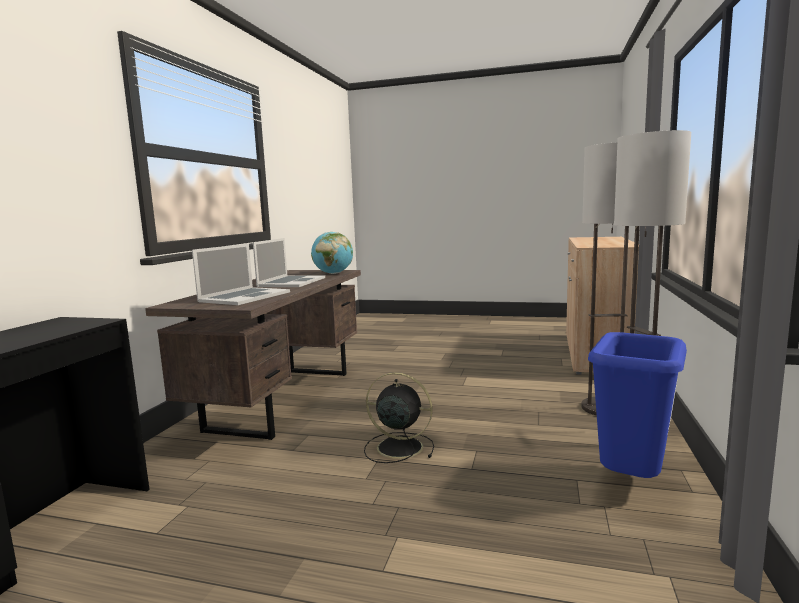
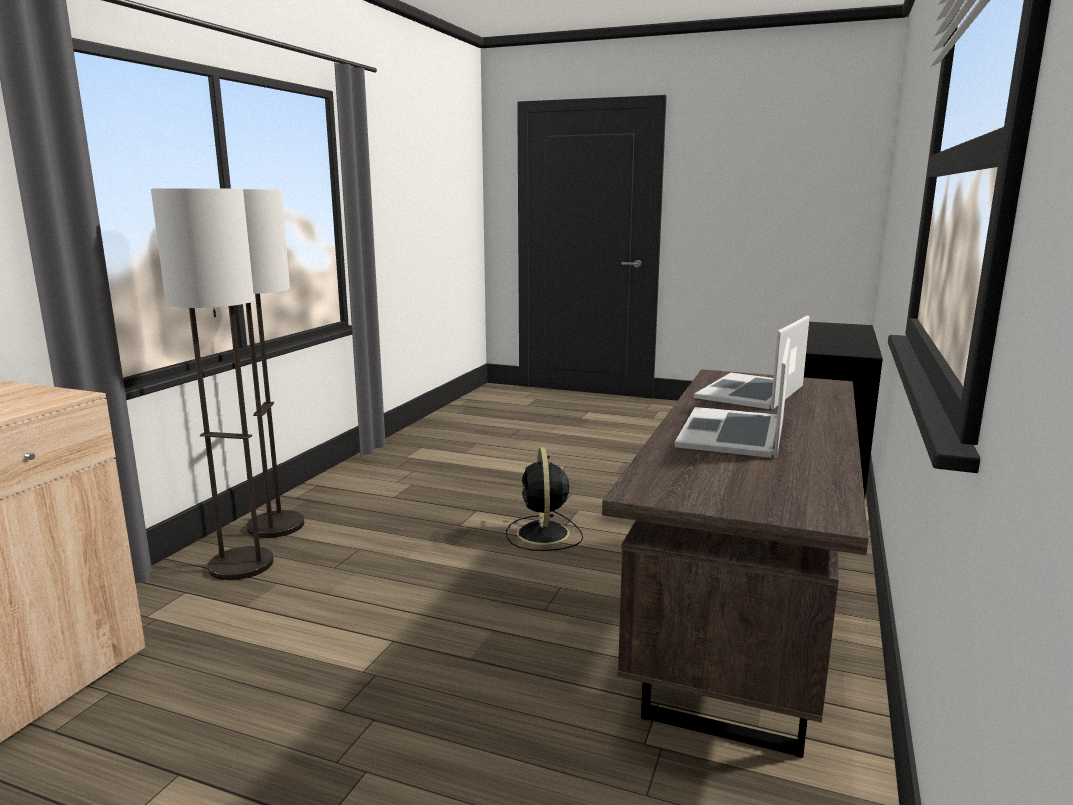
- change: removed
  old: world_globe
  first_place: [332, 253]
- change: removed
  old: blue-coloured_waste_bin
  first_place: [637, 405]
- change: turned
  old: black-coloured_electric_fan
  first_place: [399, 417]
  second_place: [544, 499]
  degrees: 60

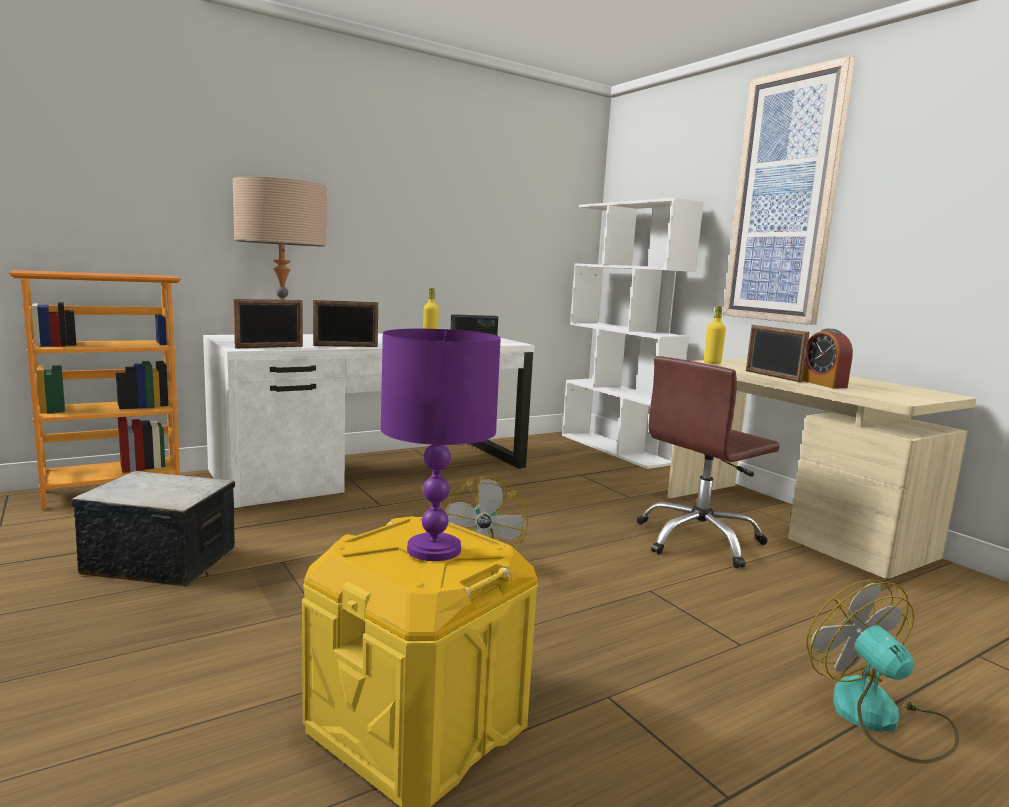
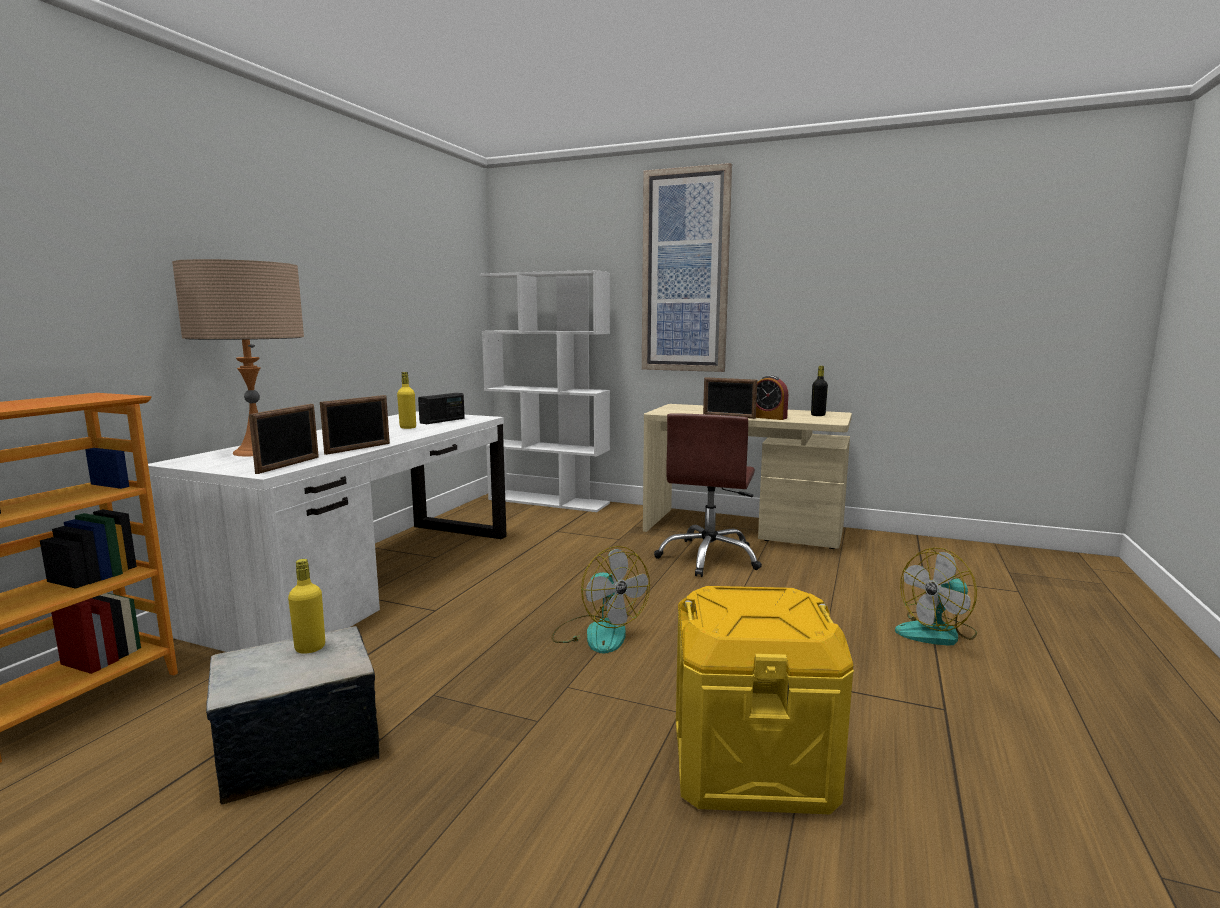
- change: moved
  old: yellowish_beverage_bottle
  first_place: [715, 335]
  second_place: [306, 606]
- change: removed
  old: purplish_tabletop_lamp
  first_place: [440, 445]
- change: turned
  old: electric_fan
  first_place: [882, 671]
  second_place: [936, 597]
  degrees: -60
- change: added
  new: black-coloured_beverage_bottle
  second_place: [819, 391]

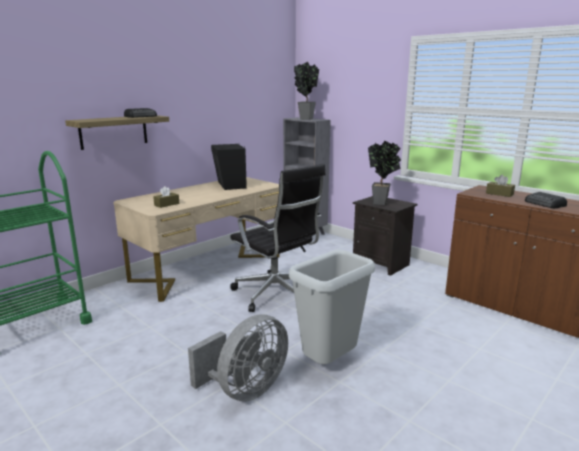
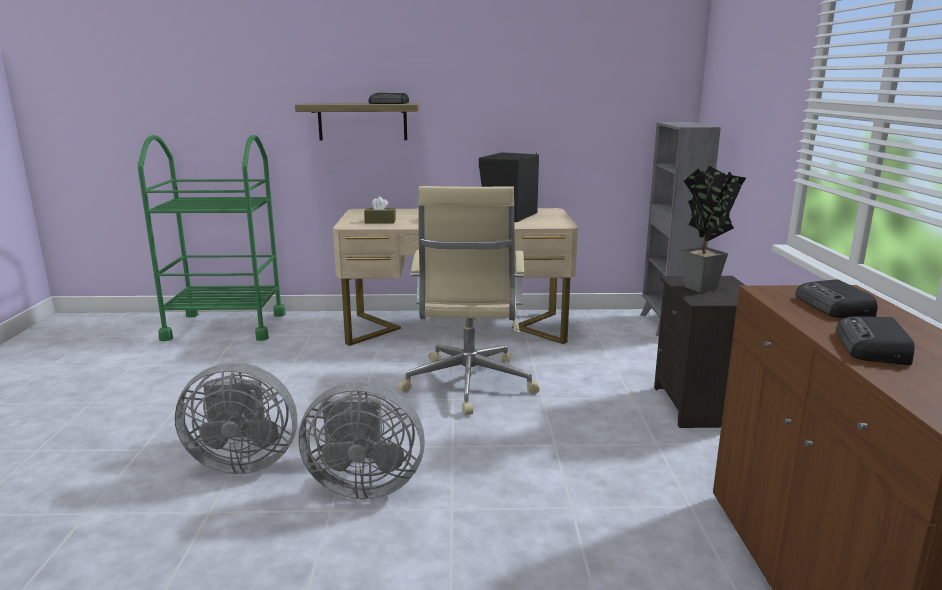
- change: removed
  old: plant_in_a_pot
  first_place: [306, 91]
- change: recoloured
  old: black-coloured_desk_chair
  new: sand-coloured_desk_chair
  first_place: [278, 238]
  second_place: [469, 300]
- change: replaced
  old: brownish_box_of_tissues
  new: radio
  first_place: [500, 186]
  second_place: [836, 298]
- change: replaced
  old: greyish_waste_bin
  new: greyish_electric_fan
  first_place: [332, 307]
  second_place: [362, 440]

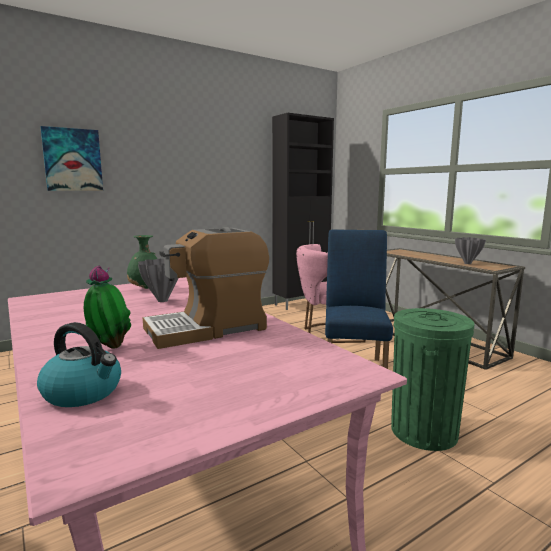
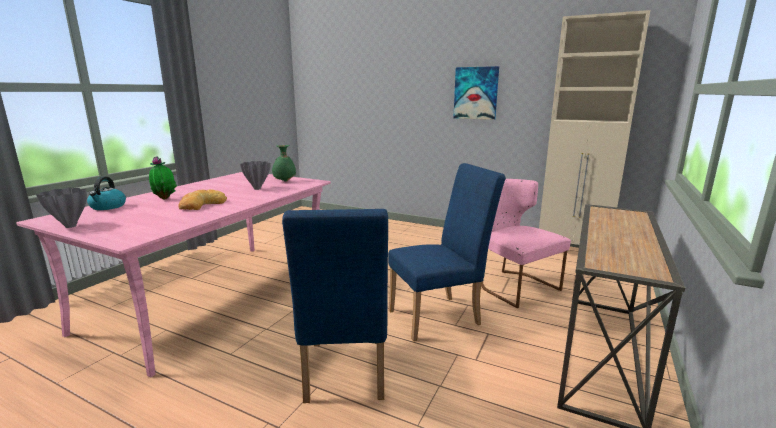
- change: recoloured
  old: black-coloured_cabinet
  new: sand-coloured_cabinet
  first_place: [303, 211]
  second_place: [594, 127]
- change: moved
  old: picture
  first_place: [71, 158]
  second_place: [476, 93]
- change: replaced
  old: coffee_maker
  new: bakery_bread
  first_place: [206, 288]
  second_place: [203, 199]
- change: moved
  old: greyish_vase
  first_place: [470, 250]
  second_place: [61, 207]
- change: replaced
  old: green_waste_bin
  new: blue-coloured_upright_chair
  first_place: [433, 379]
  second_place: [335, 306]

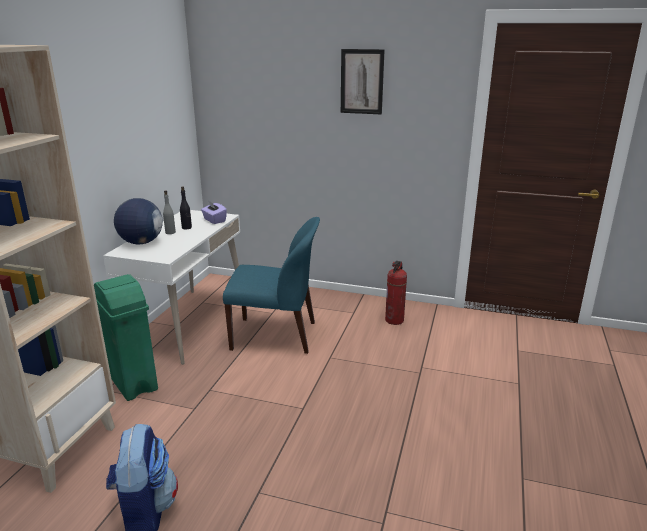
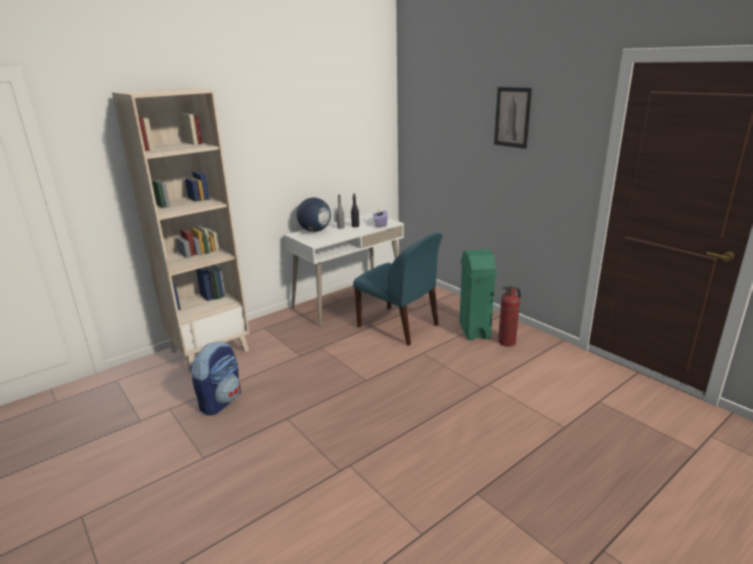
- change: moved
  old: green_waste_bin
  first_place: [126, 337]
  second_place: [478, 294]

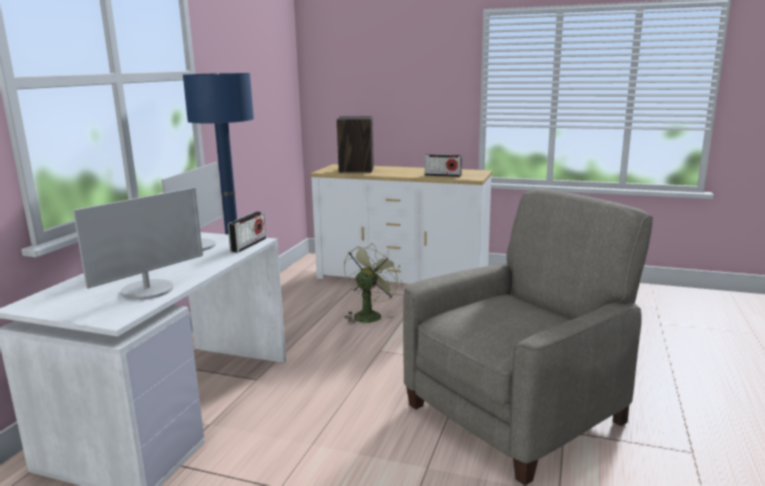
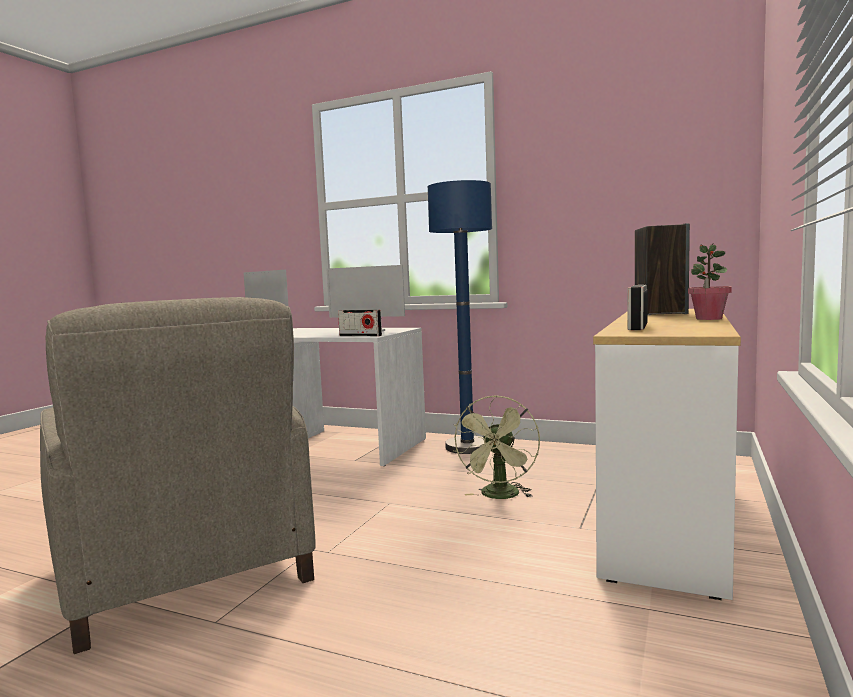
- change: turned
  old: green_electric_fan
  first_place: [373, 284]
  second_place: [496, 447]
  degrees: 75
- change: added
  new: plant_in_a_pot
  second_place: [710, 281]

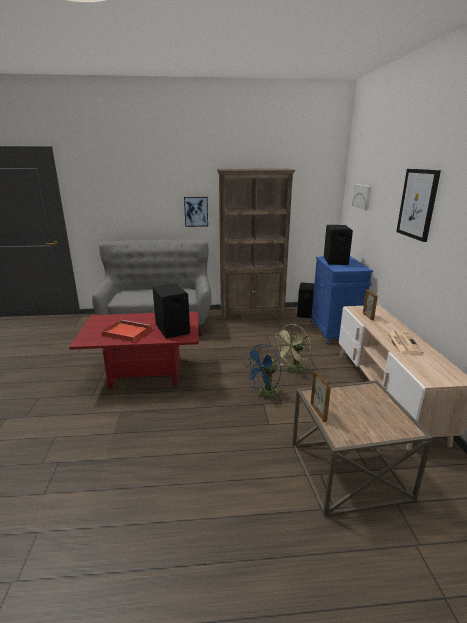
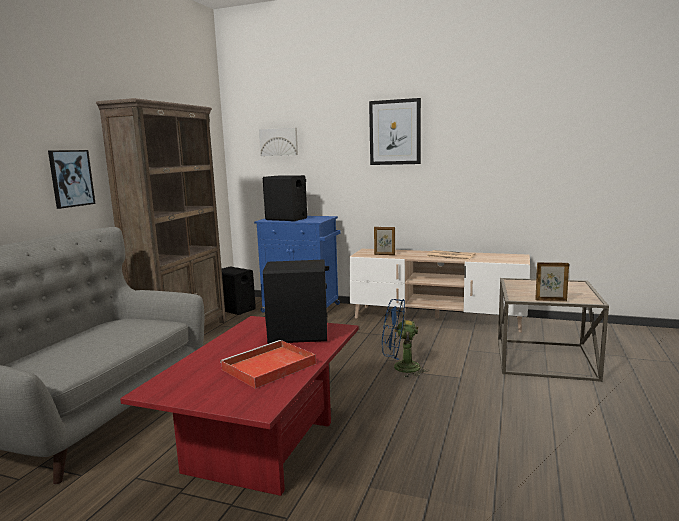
- change: removed
  old: green_electric_fan
  first_place: [292, 349]
- change: turned
  old: blue-coloured_electric_fan
  first_place: [264, 372]
  second_place: [405, 338]
  degrees: 105

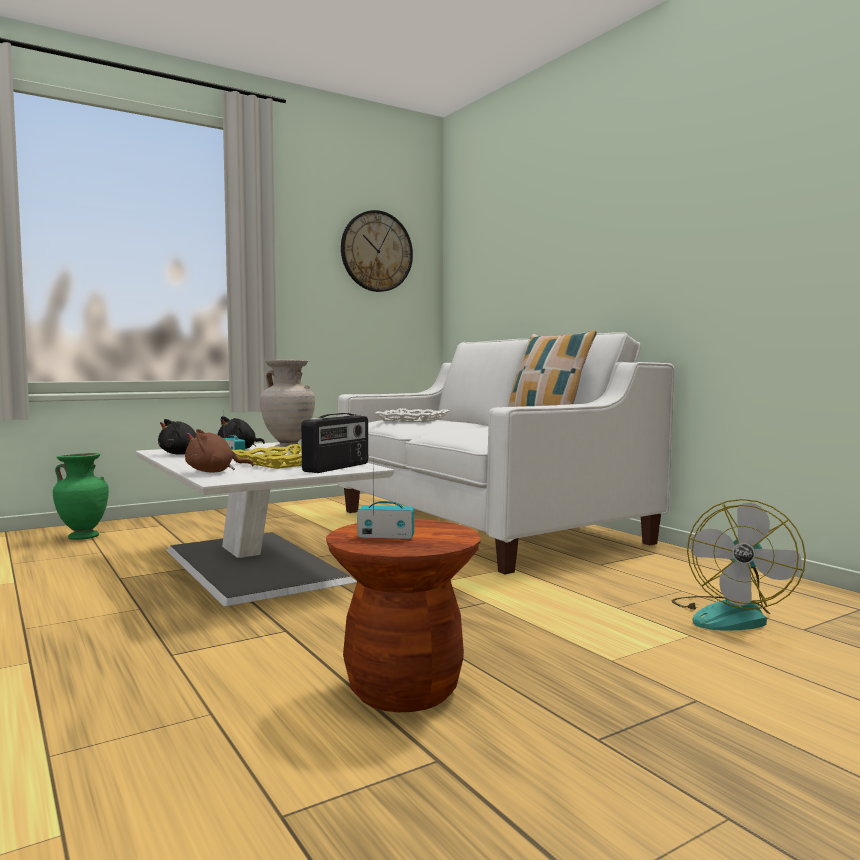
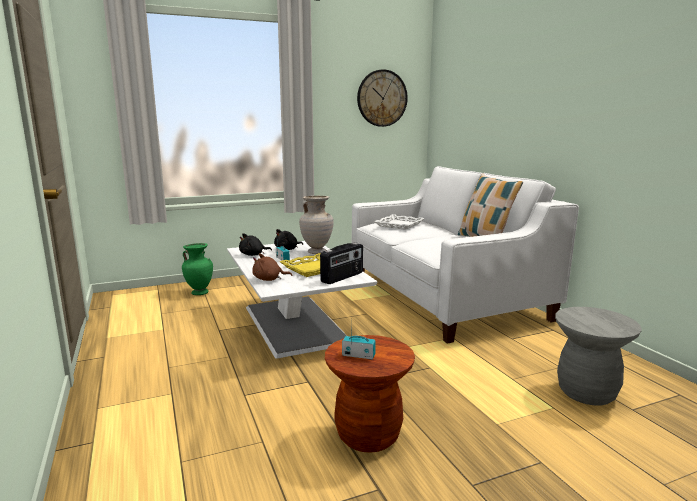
- change: replaced
  old: electric_fan
  new: greyish_stool
  first_place: [739, 565]
  second_place: [598, 356]

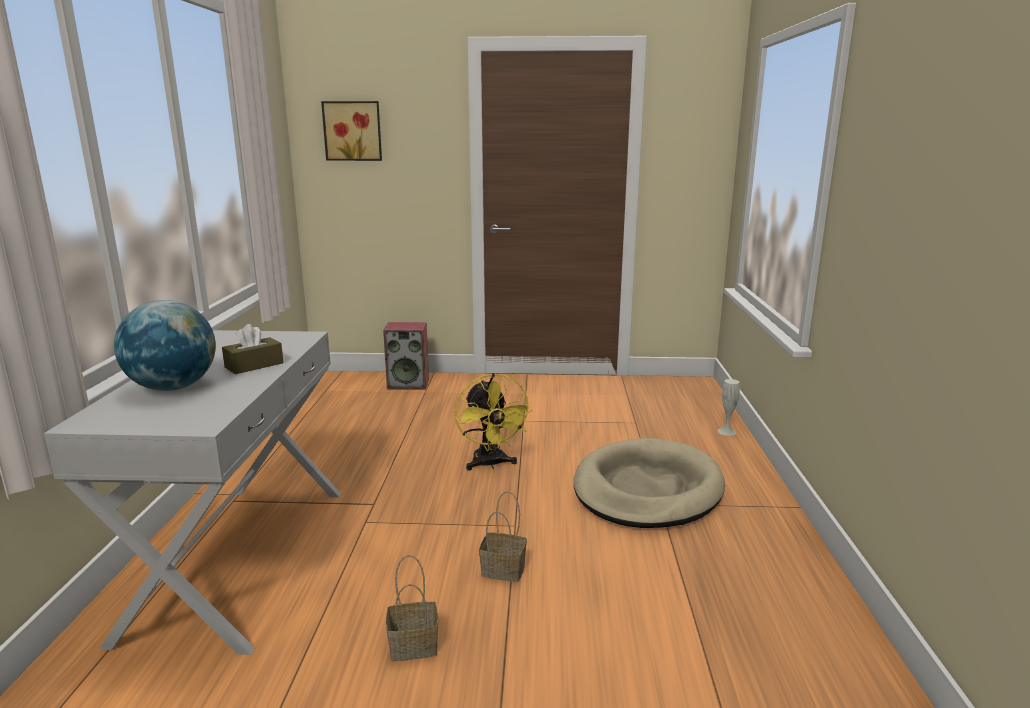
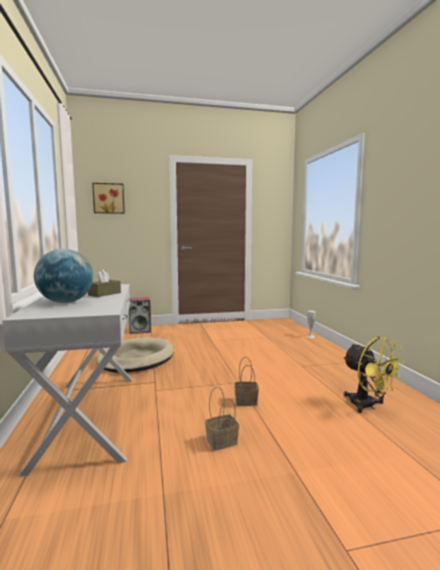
- change: moved
  old: yellowish_electric_fan
  first_place: [494, 421]
  second_place: [373, 374]
- change: moved
  old: sand-coloured_pet_bed
  first_place: [649, 483]
  second_place: [135, 355]

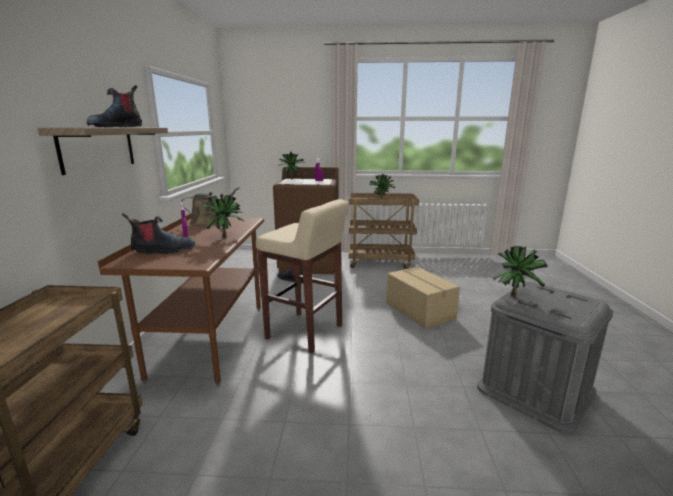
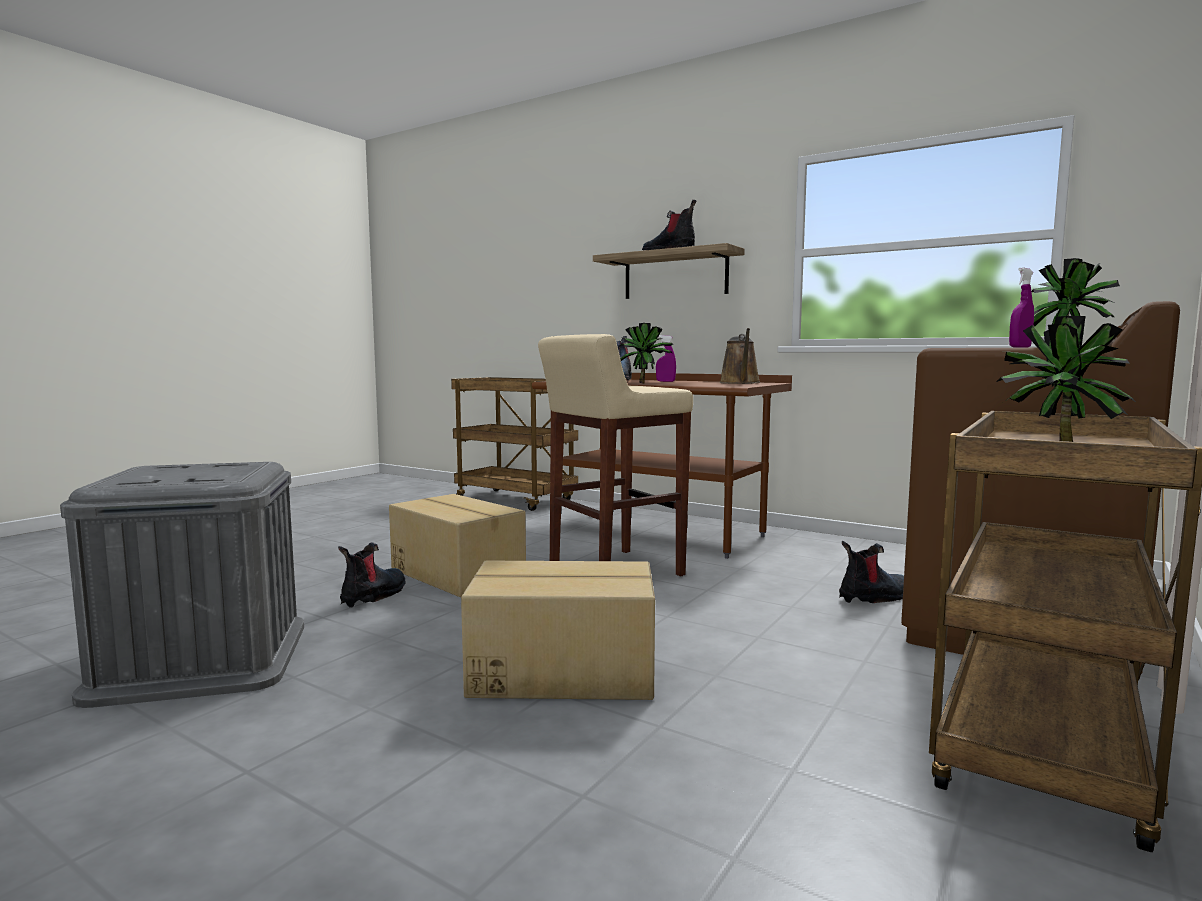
- change: removed
  old: plant_in_a_pot
  first_place: [520, 271]
- change: added
  new: packing_box
  second_place: [457, 545]
- change: added
  new: tall_boot
  second_place: [371, 575]

